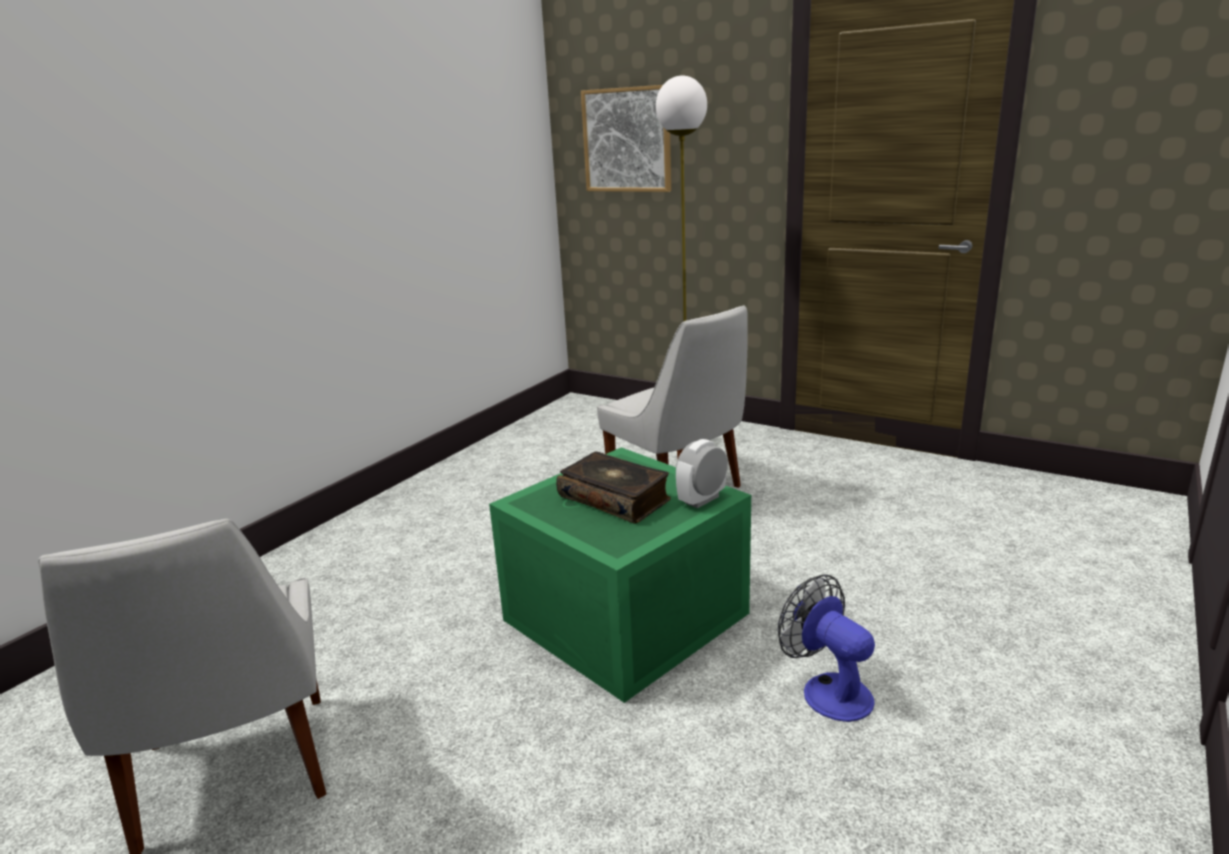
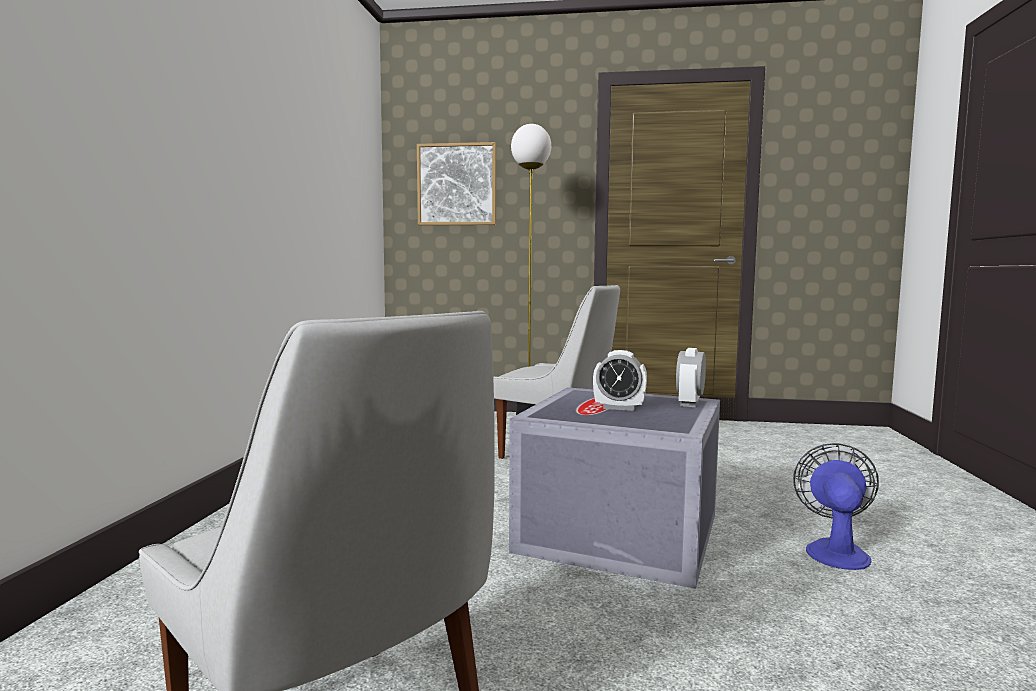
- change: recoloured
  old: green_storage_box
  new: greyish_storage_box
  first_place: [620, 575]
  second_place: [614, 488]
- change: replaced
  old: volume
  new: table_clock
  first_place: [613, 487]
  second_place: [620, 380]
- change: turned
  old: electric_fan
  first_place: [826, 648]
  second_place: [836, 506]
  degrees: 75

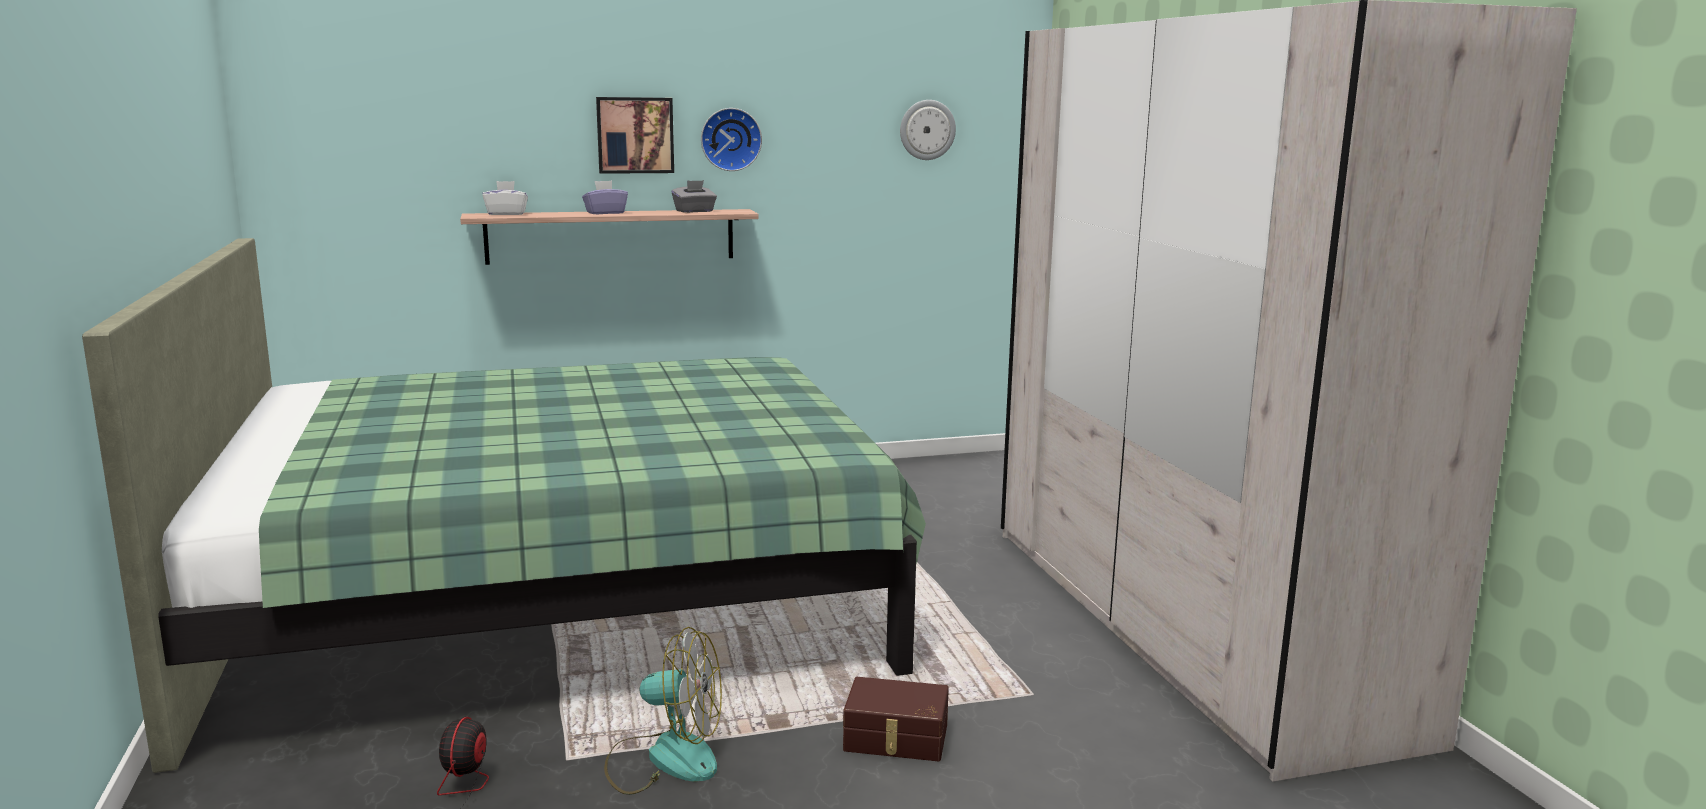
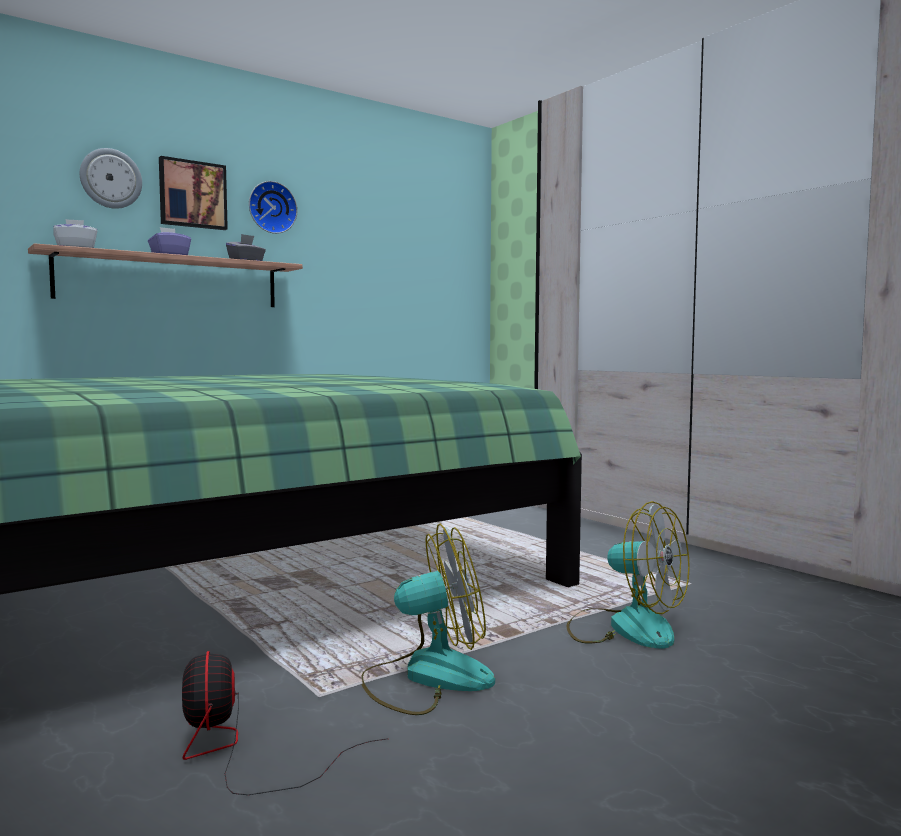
- change: moved
  old: wall_clock
  first_place: [928, 130]
  second_place: [111, 178]
- change: replaced
  old: brownish_storage_box
  new: electric_fan
  first_place: [896, 719]
  second_place: [628, 575]

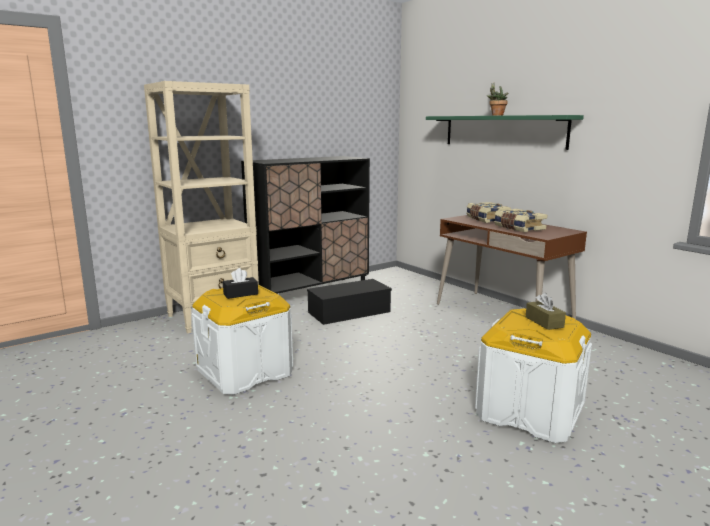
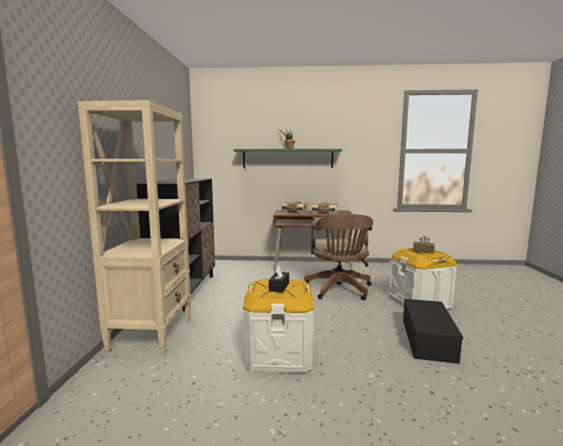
- change: moved
  old: black-coloured_storage_box
  first_place: [349, 302]
  second_place: [433, 331]
- change: added
  new: brownish_desk_chair
  second_place: [338, 257]

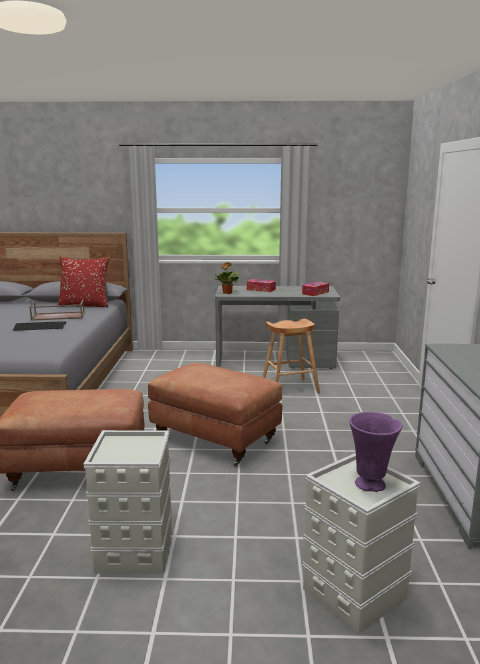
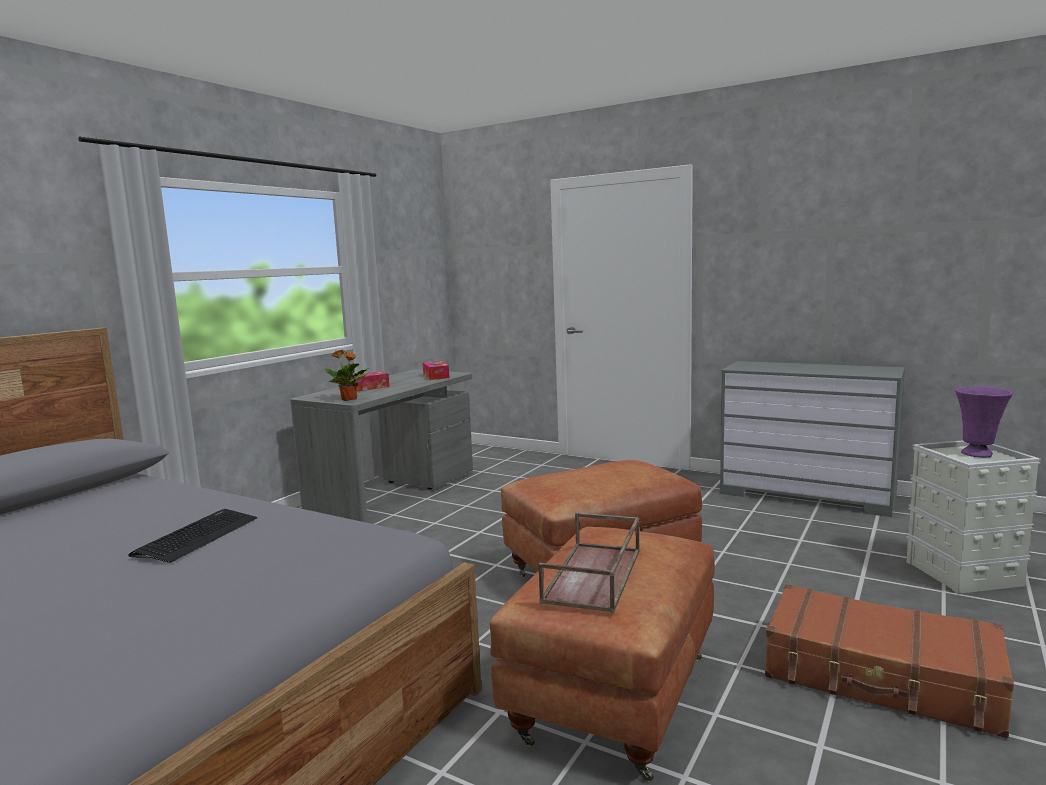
- change: removed
  old: reddish_throw_pillow
  first_place: [84, 282]
- change: moved
  old: brownish_carrying_tray
  first_place: [57, 310]
  second_place: [589, 562]
- change: removed
  old: brownish_stool
  first_place: [291, 356]
- change: replaced
  old: greyish_storage_box
  new: brownish_piece_of_luggage
  first_place: [127, 502]
  second_place: [889, 661]

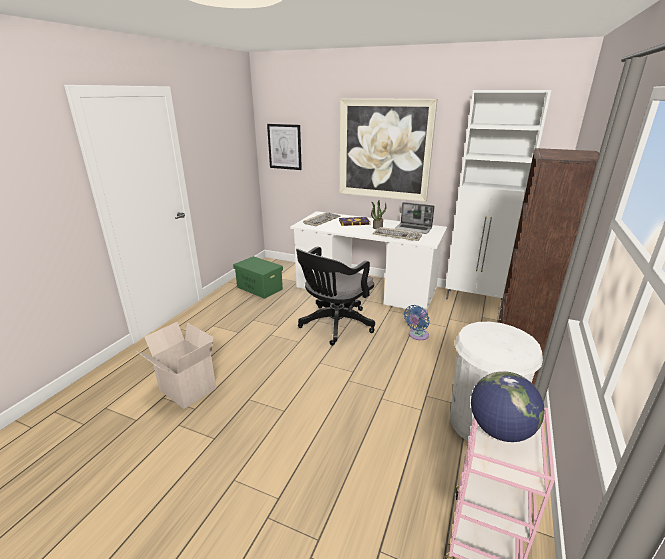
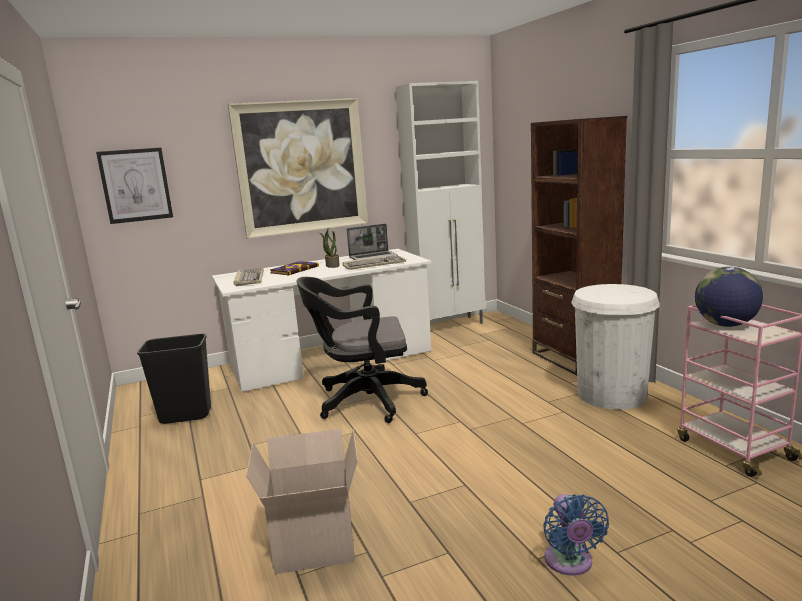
- change: turned
  old: black-coloured_desk_chair
  first_place: [335, 296]
  second_place: [362, 350]
  degrees: 90
- change: replaced
  old: green_storage_box
  new: black-coloured_waste_bin
  first_place: [258, 277]
  second_place: [174, 379]
- change: moved
  old: blue-coloured_electric_fan
  first_place: [416, 322]
  second_place: [576, 535]

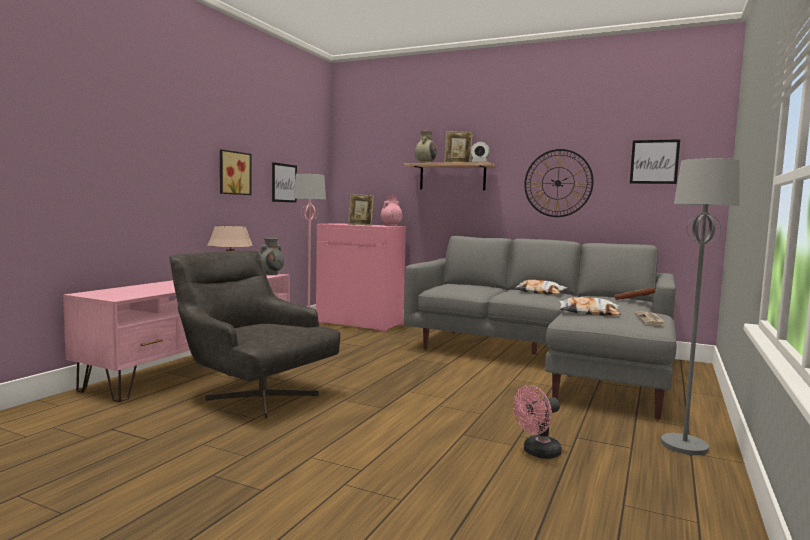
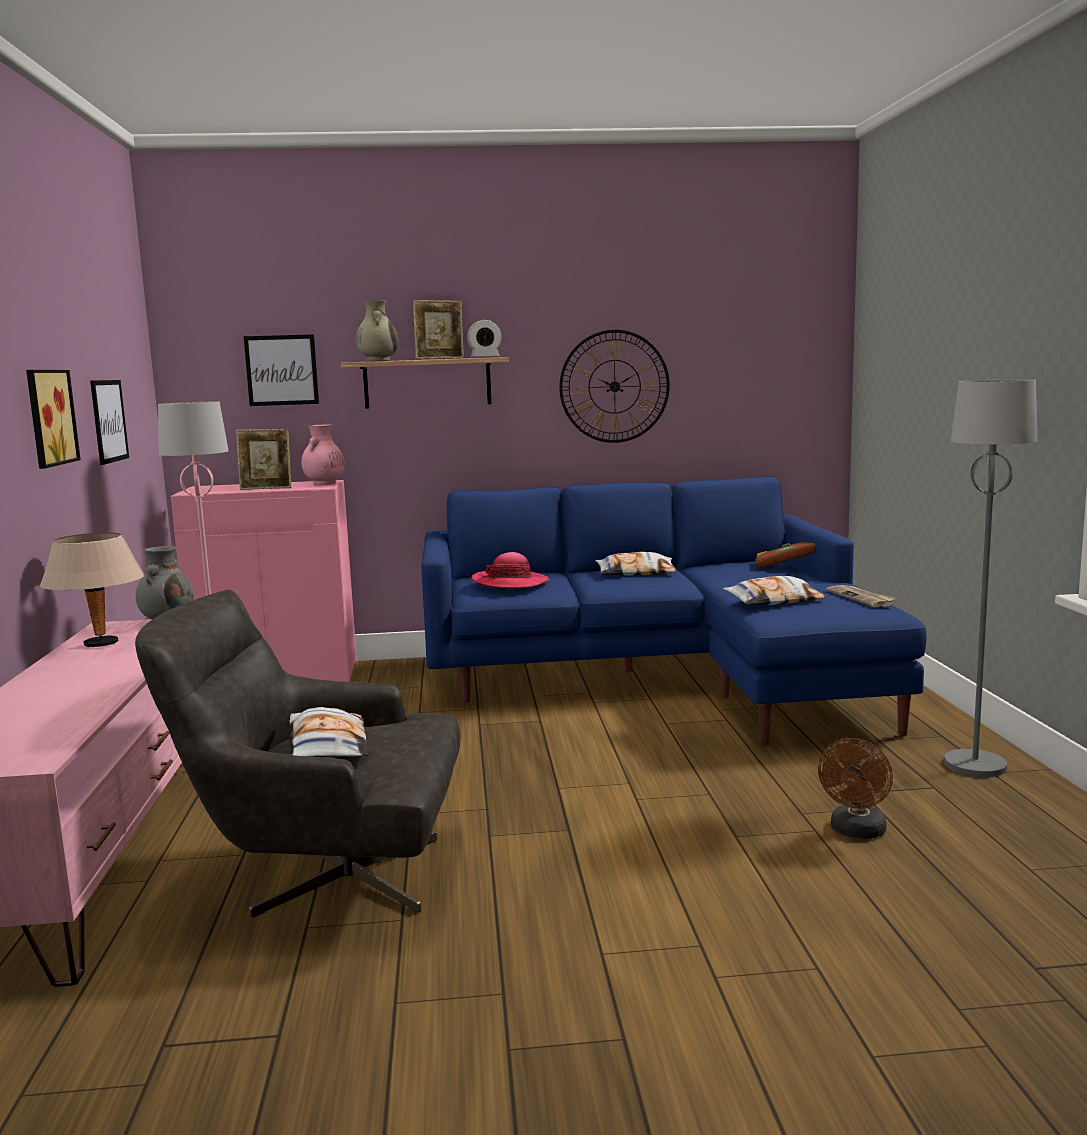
- change: moved
  old: picture
  first_place: [655, 161]
  second_place: [281, 370]
- change: recoloured
  old: greyish_couch
  new: blue-coloured_couch
  first_place: [540, 327]
  second_place: [673, 610]
- change: recoloured
  old: pink-coloured_electric_fan
  new: brownish_electric_fan
  first_place: [537, 422]
  second_place: [855, 788]
- change: added
  new: clothing_hat
  second_place: [510, 570]
- change: added
  new: throw_pillow
  second_place: [329, 732]

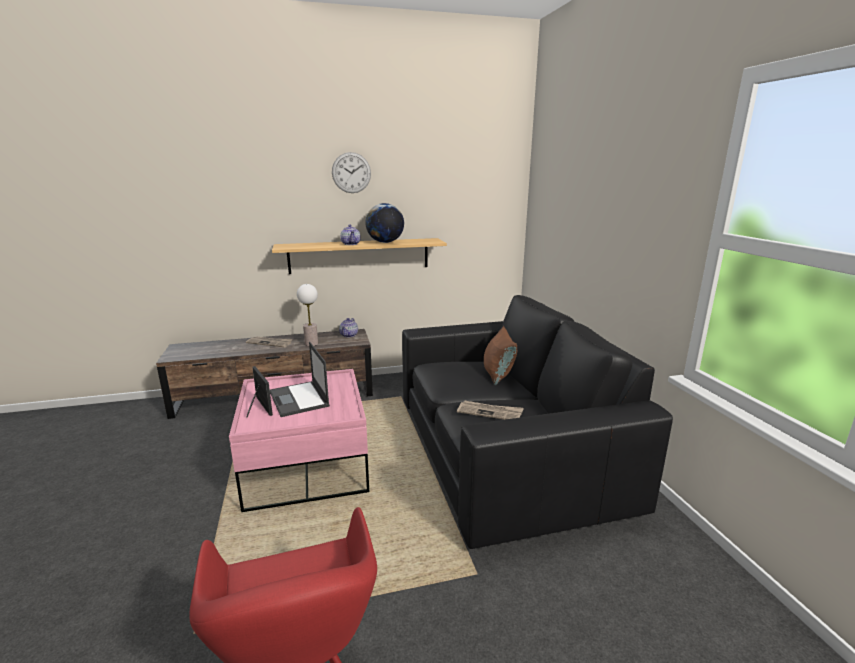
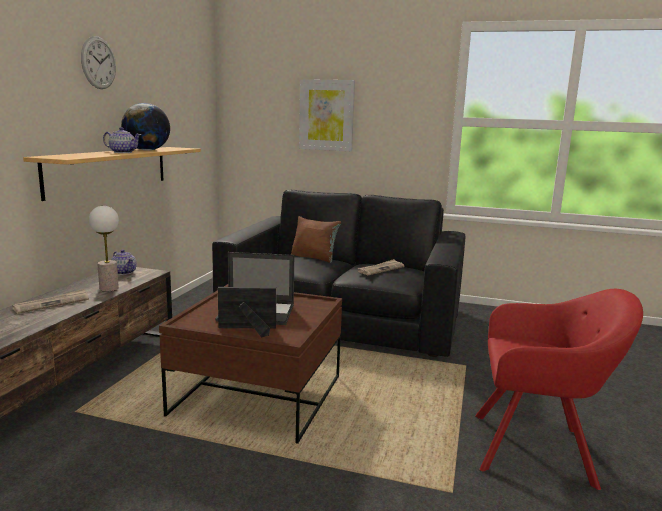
- change: recoloured
  old: pink-coloured_coffee_table
  new: brownish_coffee_table
  first_place: [299, 440]
  second_place: [250, 364]
- change: added
  new: picture
  second_place: [327, 115]

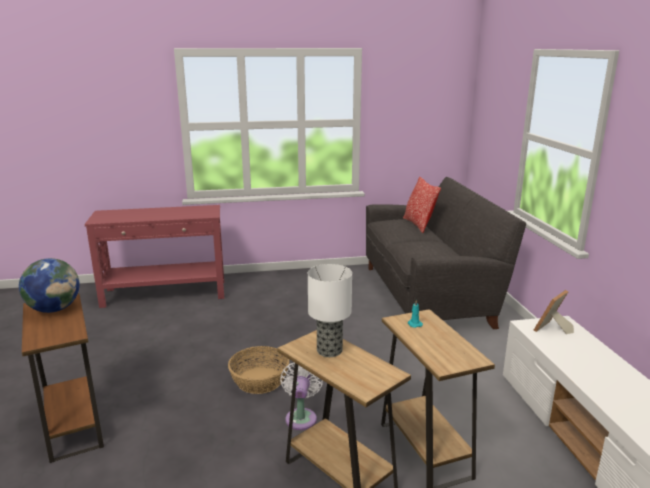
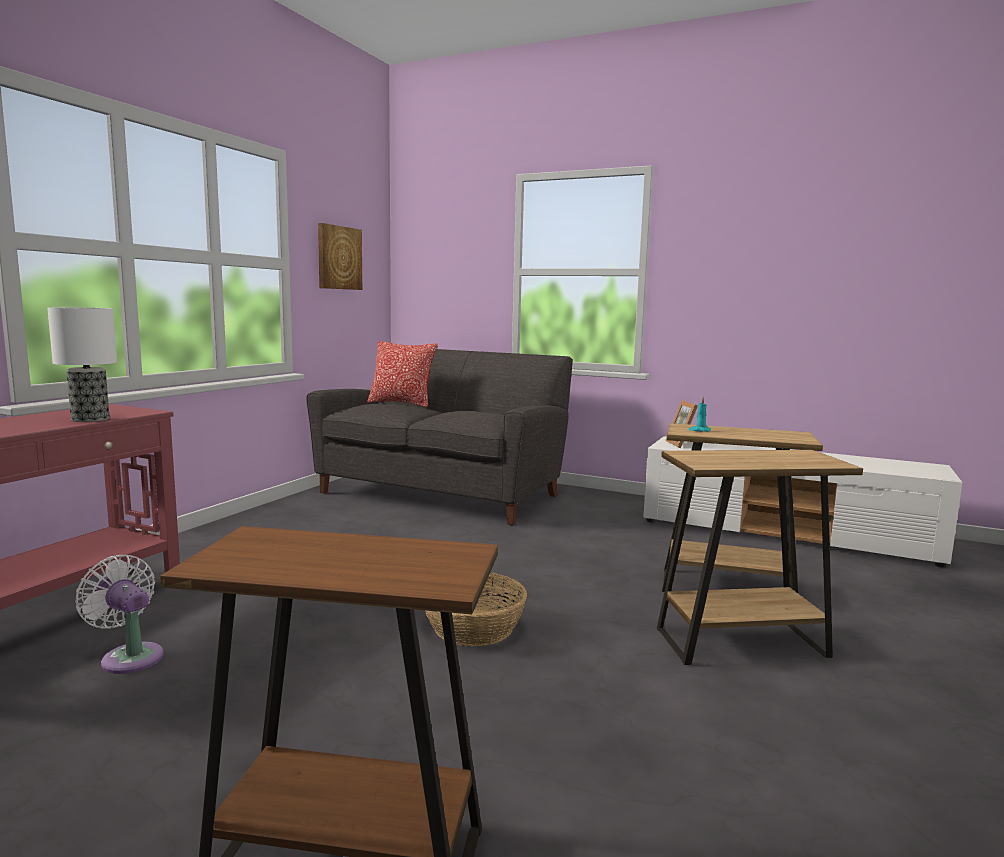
- change: removed
  old: world_globe
  first_place: [49, 285]
- change: moved
  old: tabletop_lamp
  first_place: [330, 310]
  second_place: [82, 364]
- change: moved
  old: white_electric_fan
  first_place: [301, 396]
  second_place: [119, 614]
- change: added
  new: picture
  second_place: [340, 256]

